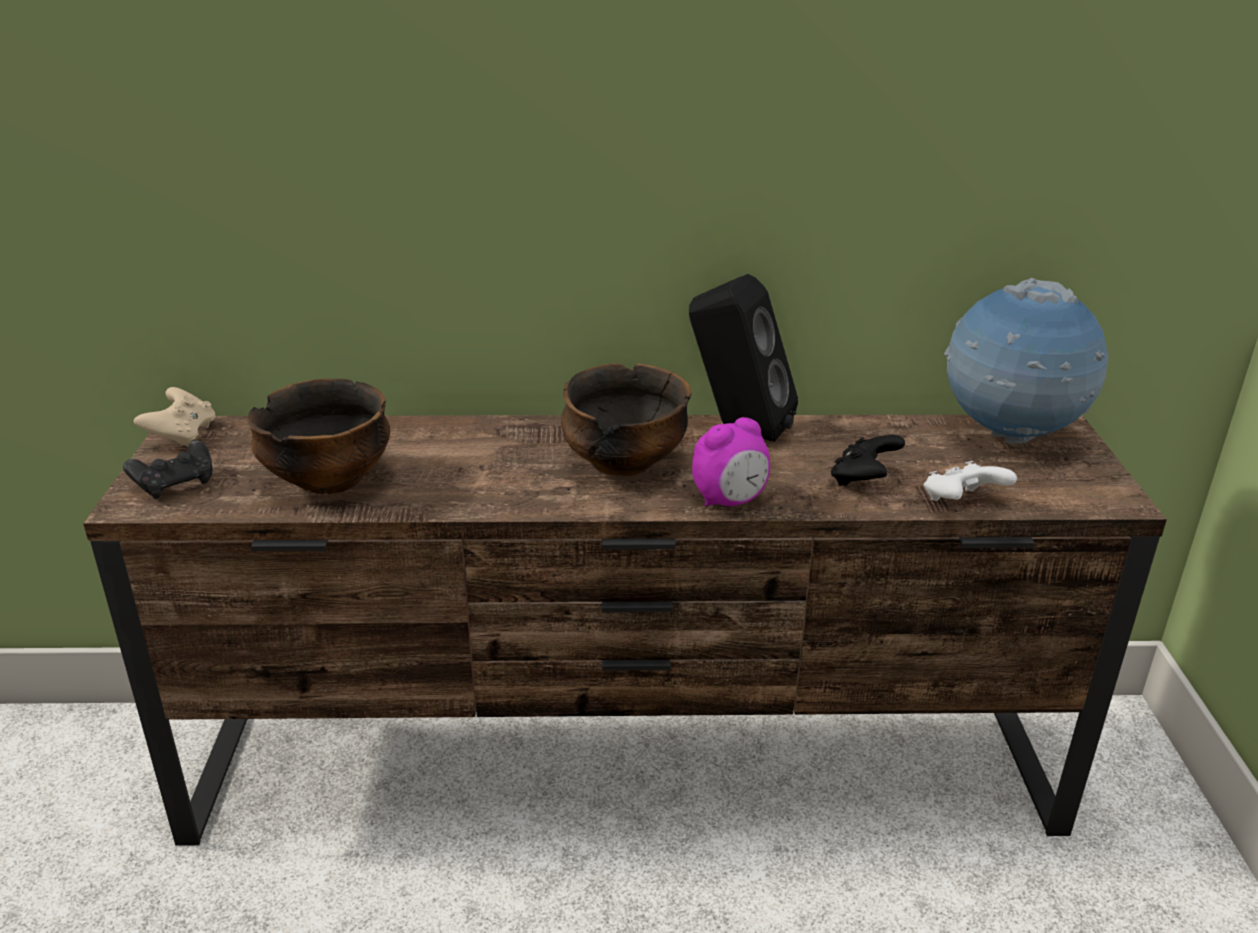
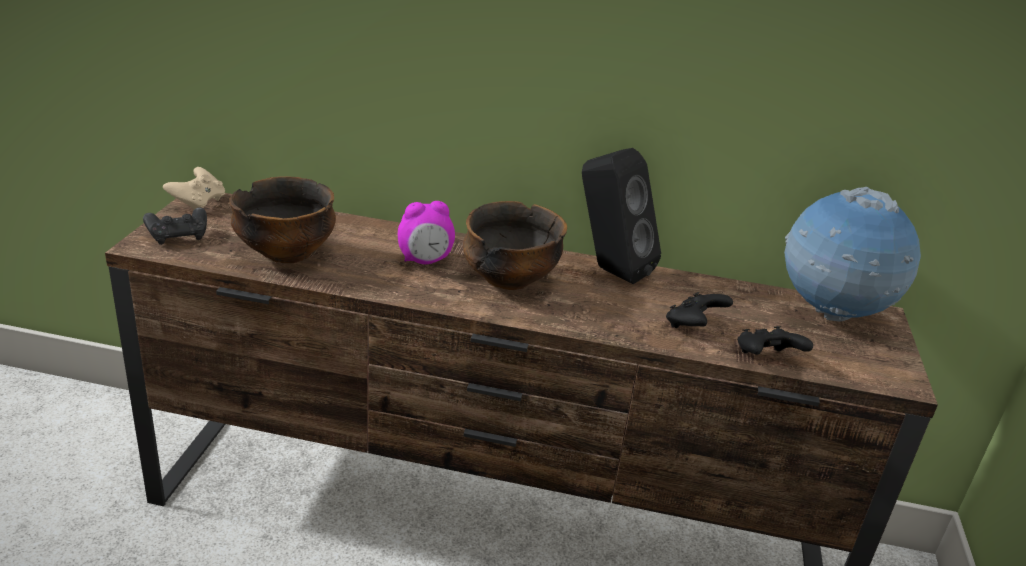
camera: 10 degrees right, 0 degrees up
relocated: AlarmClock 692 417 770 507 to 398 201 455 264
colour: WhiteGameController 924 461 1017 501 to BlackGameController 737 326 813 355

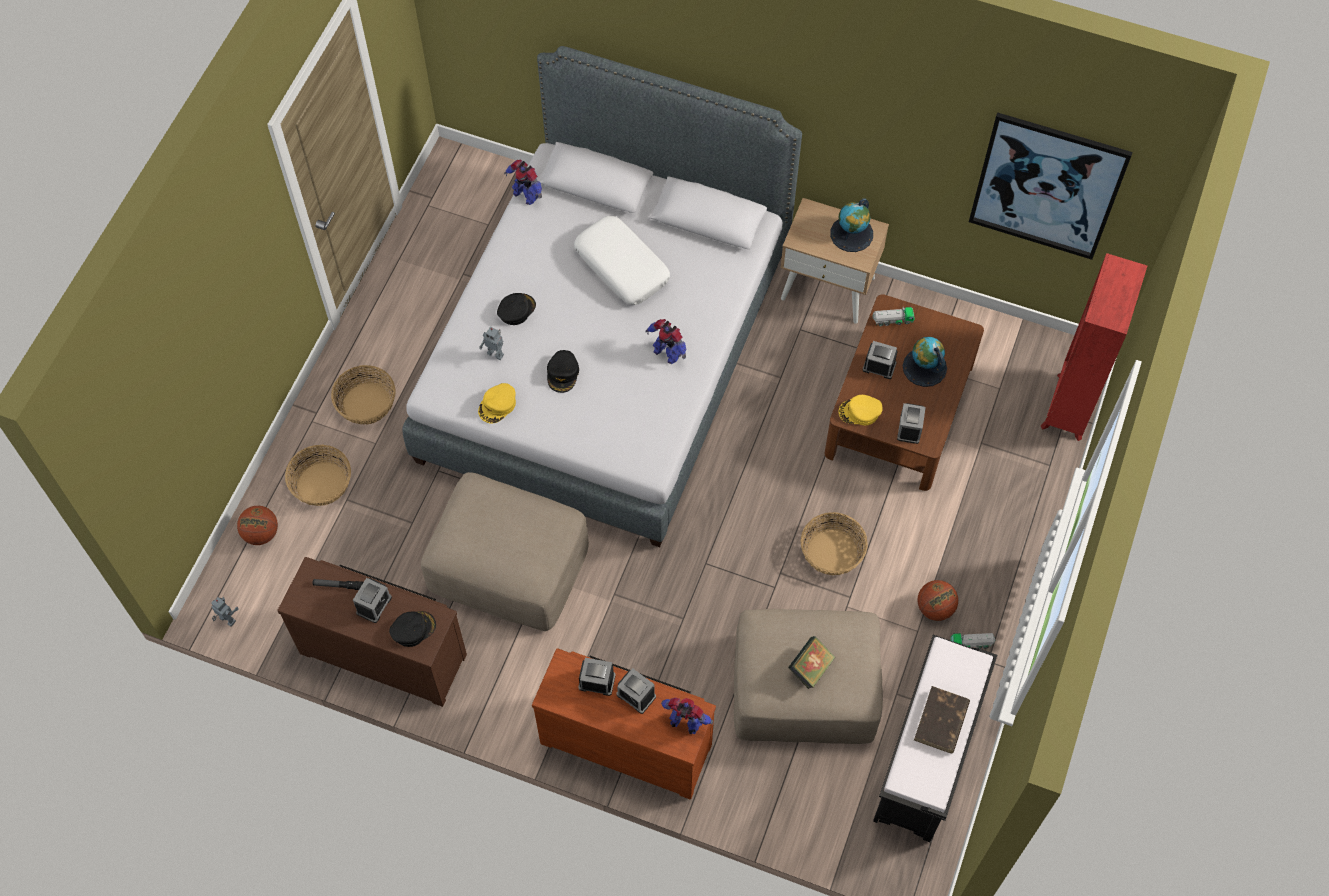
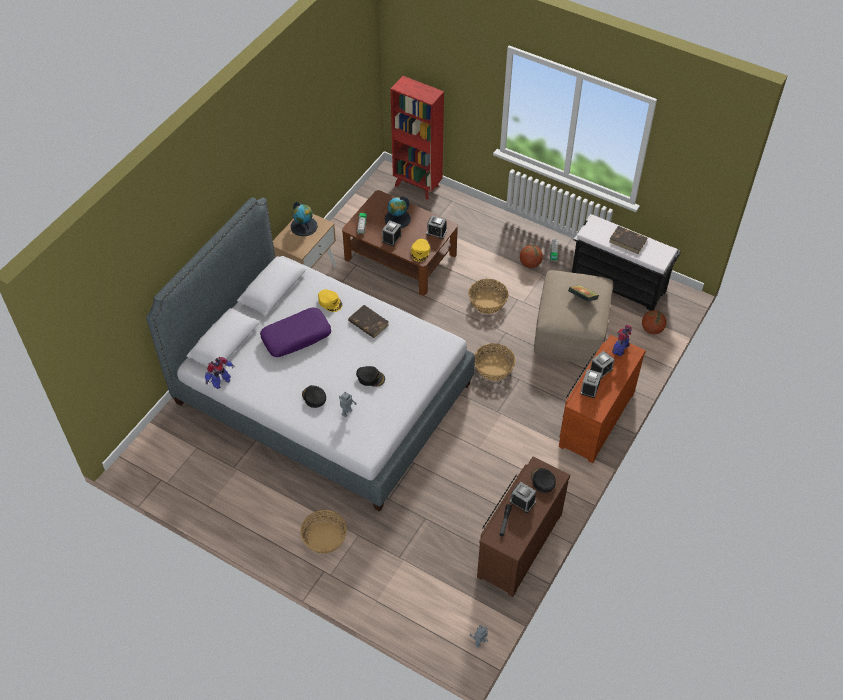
camera: 80 degrees left, 10 degrees down
missing: BeigeOttoman 421 472 589 631; Picture 969 112 1133 260
relocated: Basketball 237 506 278 545 to 642 310 666 334; Basket 285 445 351 506 to 475 343 516 381; YellowCap 478 383 516 424 to 318 289 342 312
exchanged: ToyRobot 645 319 686 364 to BrownBook 348 305 389 338
colour: WhitePillow 574 216 670 305 to PurplePillow 260 307 331 357

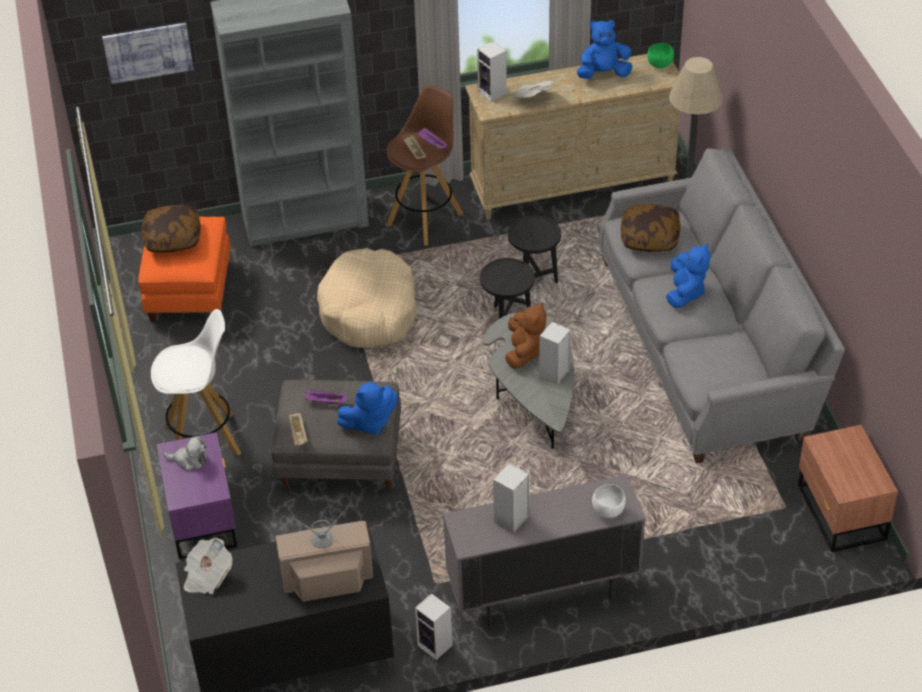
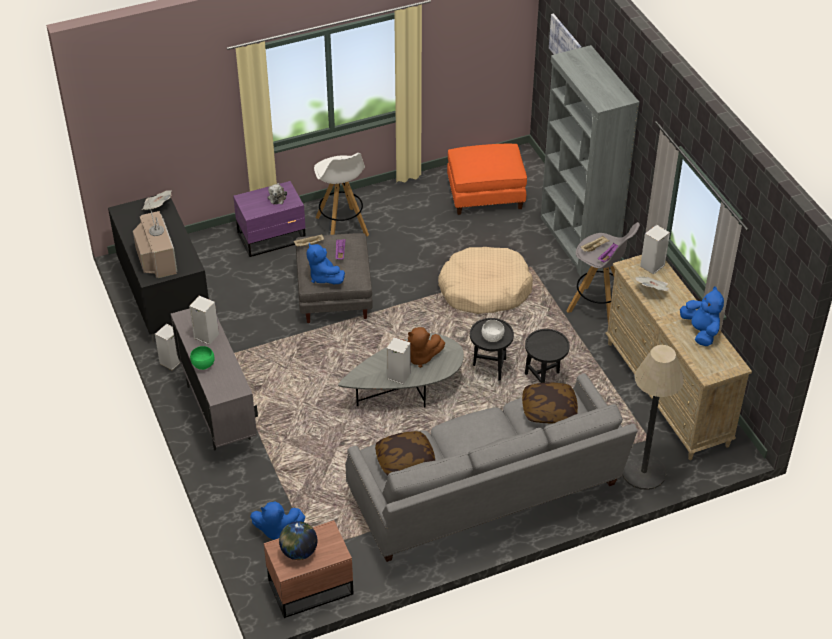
camera: 80 degrees right, 0 degrees up
appeared: Globe 279 521 317 560
relocated: Pillow 142 205 201 253 to 375 431 435 475; WhiteBowl 592 484 626 518 to 482 320 504 342; GreenBowl 647 43 674 68 to 190 346 215 370; BluePlushToy 666 243 710 308 to 250 501 305 540
colour: BrownStool 386 85 463 246 to GreyStool 566 222 640 323

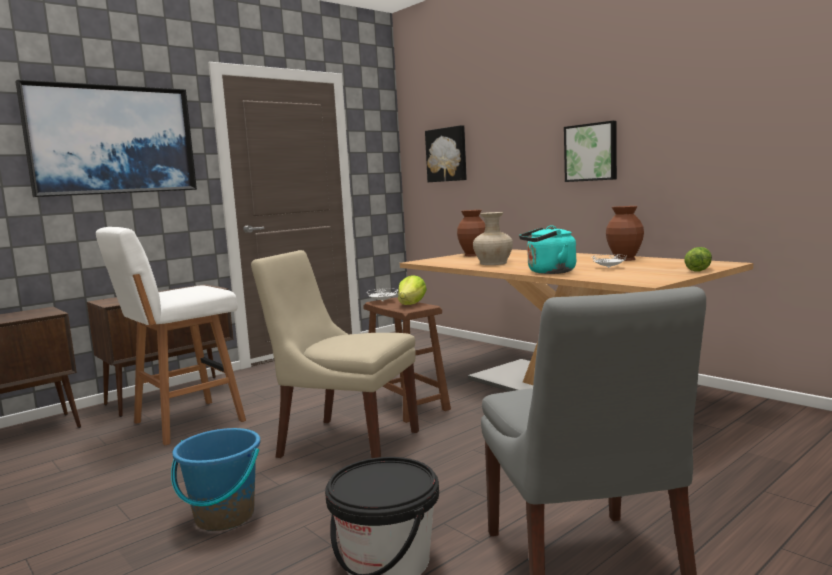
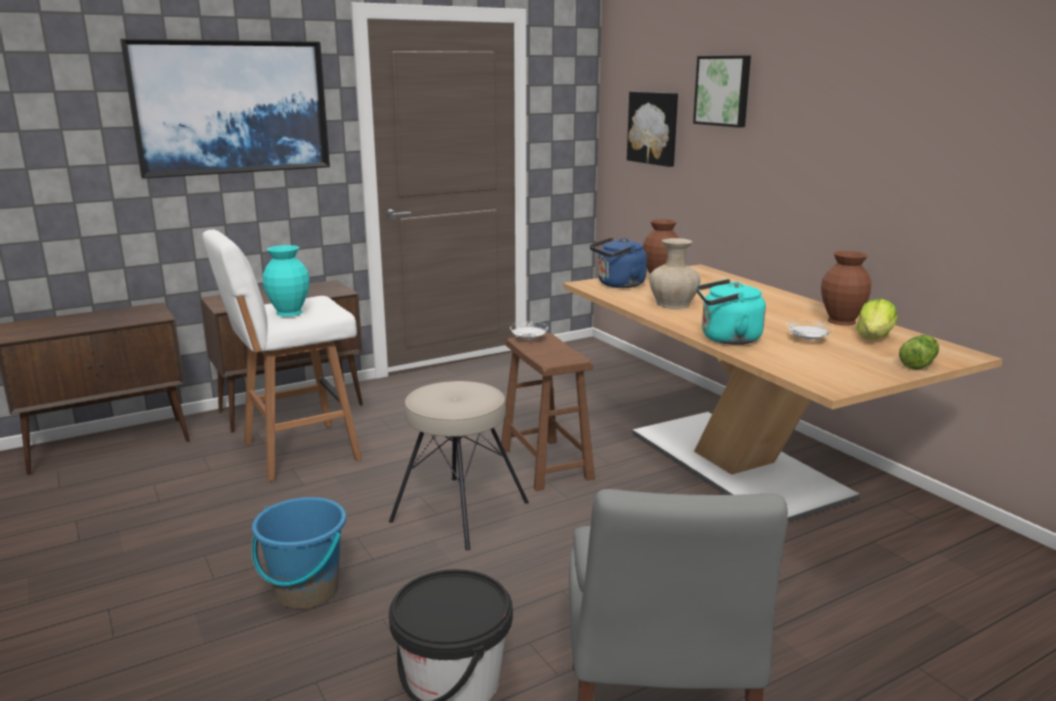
camera: 10 degrees right, 10 degrees up
appeared: TurquoiseVase 263 245 310 317; BlueKettle 590 237 647 288
relocated: Lettuce 398 275 427 305 to 856 299 898 339; Picture 564 121 617 182 to 693 56 751 128
exchanged: BeigeChair 251 250 419 458 to BeigeStool 389 381 529 550

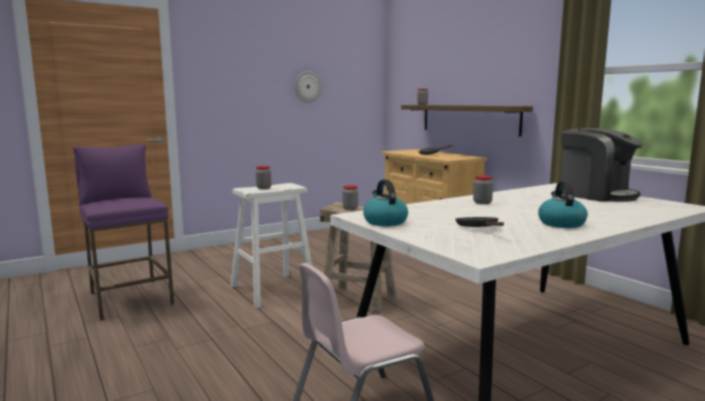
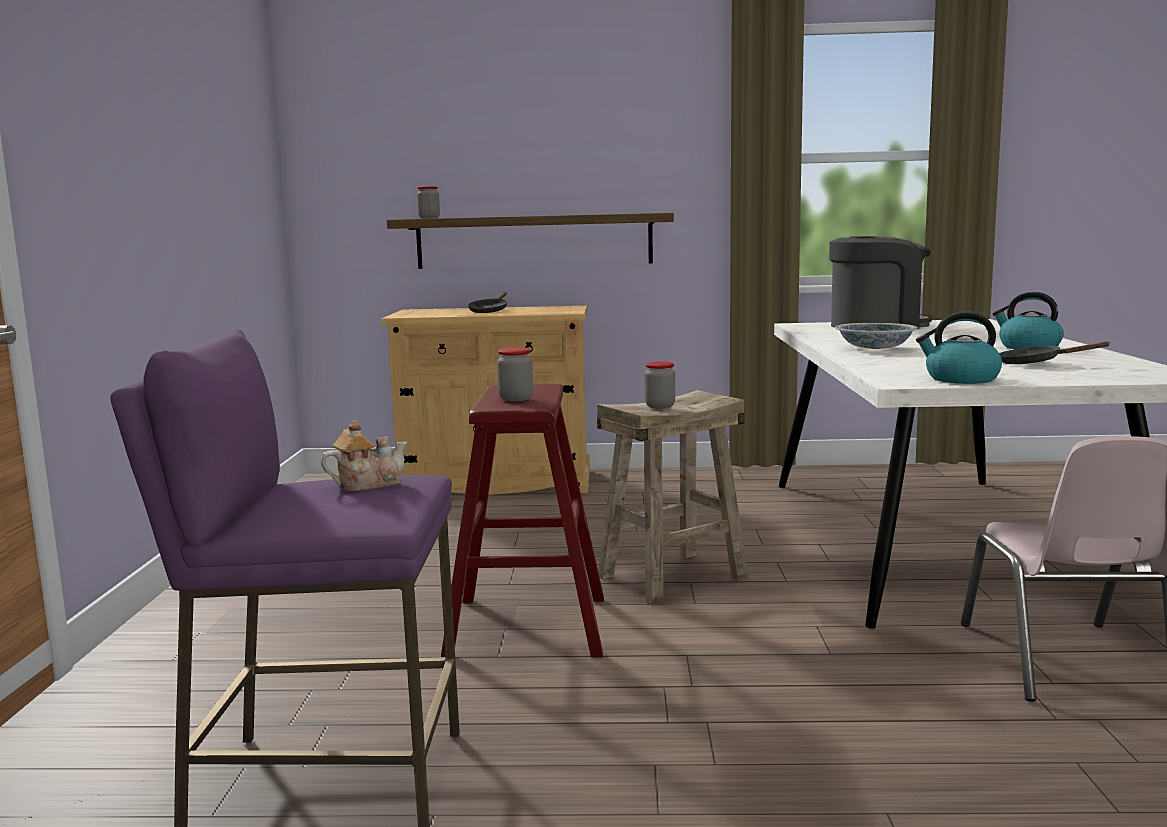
camera: 55 degrees left, 0 degrees up
missing: WallClock 295 71 322 103
appeared: Teapot 321 420 408 491
exchanged: Jar 473 175 493 204 to Bowl 835 323 918 349
colour: WhiteStool 230 183 313 308 to RedStool 441 384 604 658

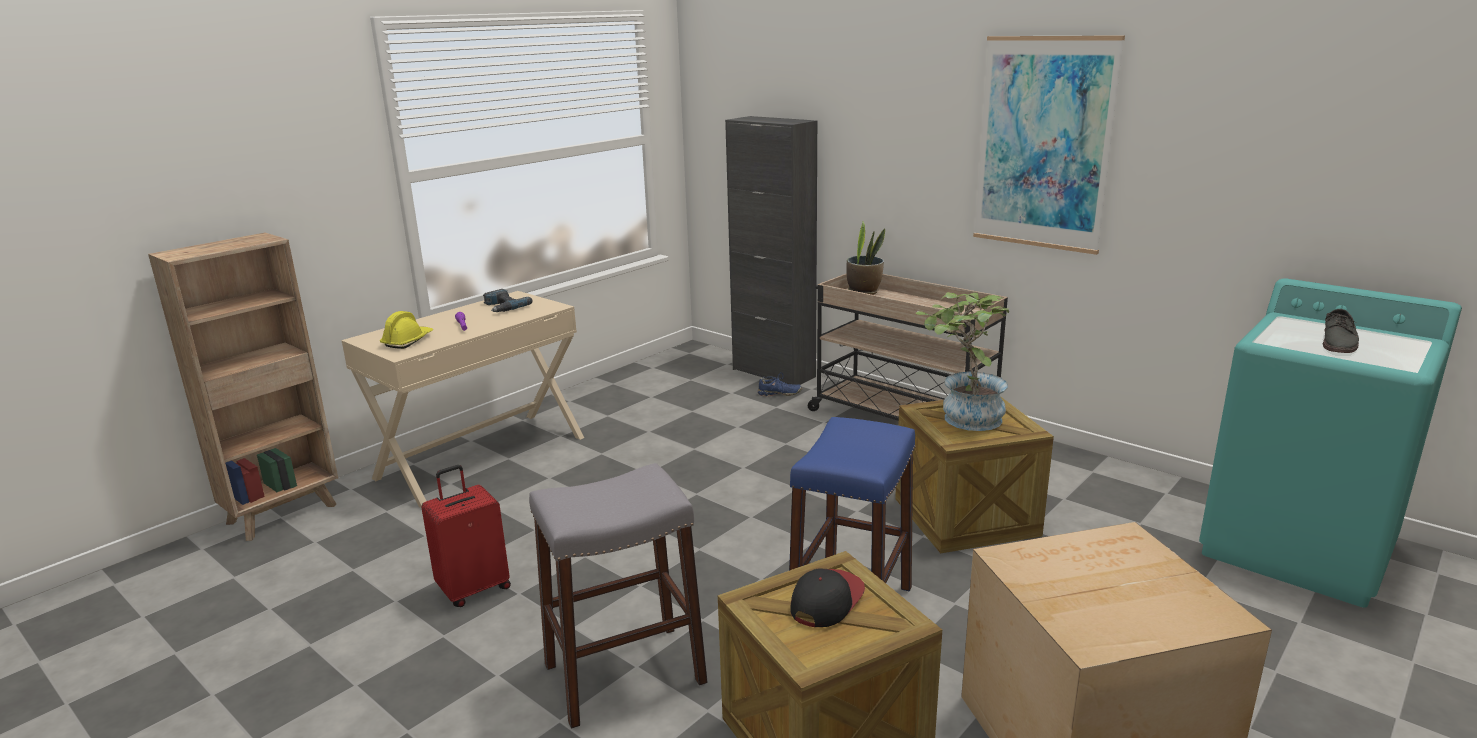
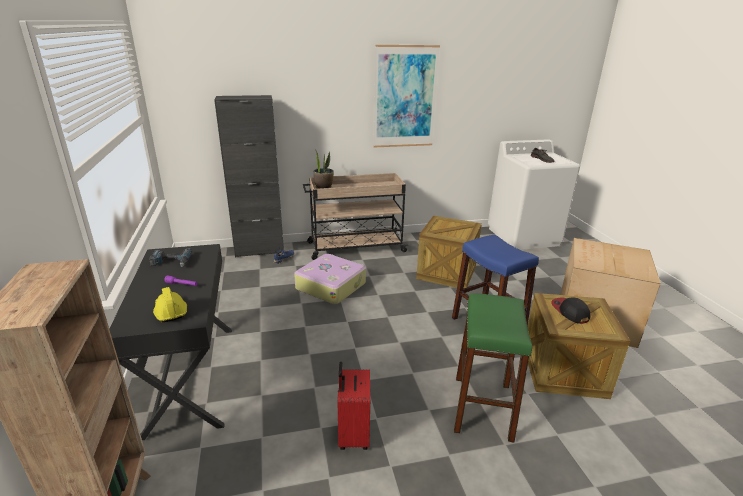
camera: 55 degrees left, 5 degrees up
missing: PottedPlant 916 292 1009 431
appeared: Suitcase 294 254 366 304
colour: BeigeDesk 341 291 584 508 to BlackDesk 109 244 232 440; GreyStool 529 463 708 729 to GreenStool 454 293 532 443; TurquoiseWashingMachine 1199 279 1462 608 to WhiteWashingMachine 488 139 580 250

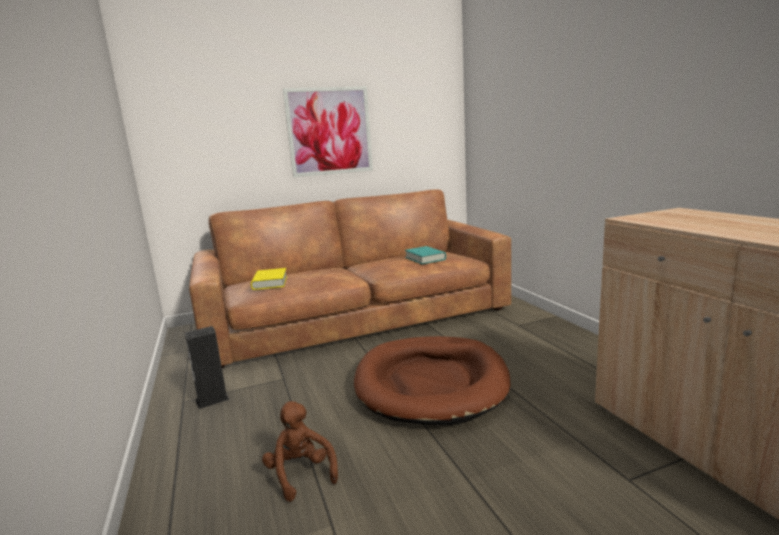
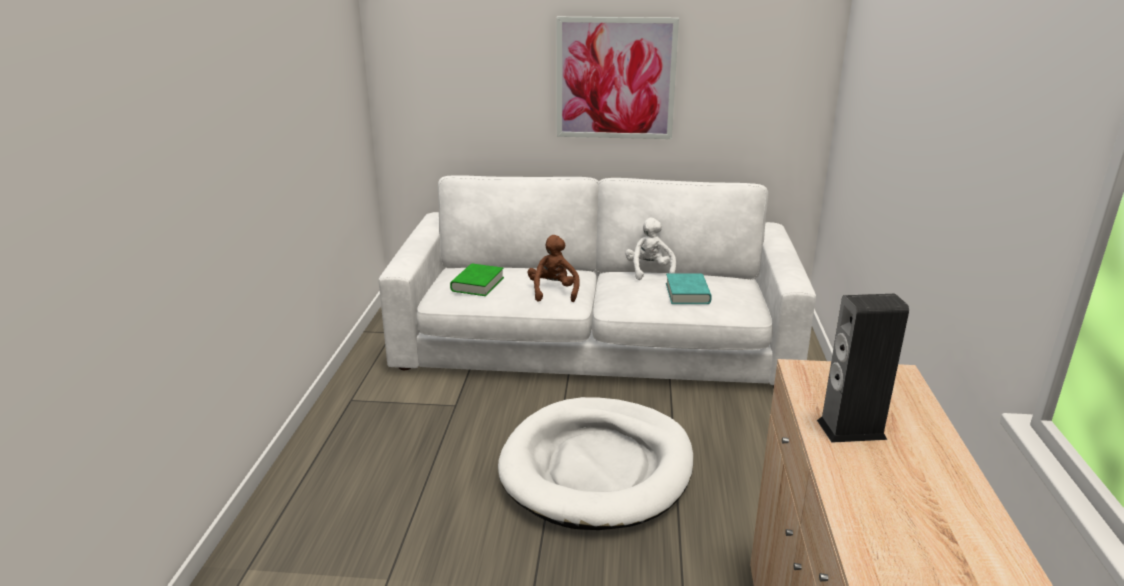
camera: 25 degrees right, 10 degrees up
appeared: WhitePlushToy 625 218 676 280
relocated: Speaker 185 326 230 409 to 817 293 909 443; BrownPlushToy 262 401 338 502 to 528 235 580 302
colour: BrownSofa 189 189 511 368 to WhiteSofa 379 175 816 385; YellowBook 251 268 287 290 to GreenBook 450 264 504 296; BrownDogBed 354 336 511 425 to WhiteDogBed 498 397 693 530

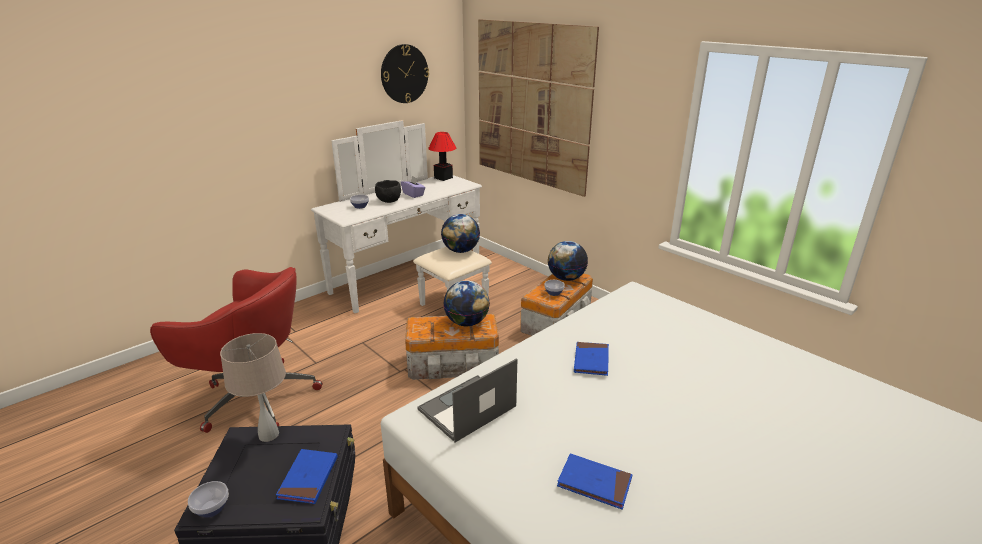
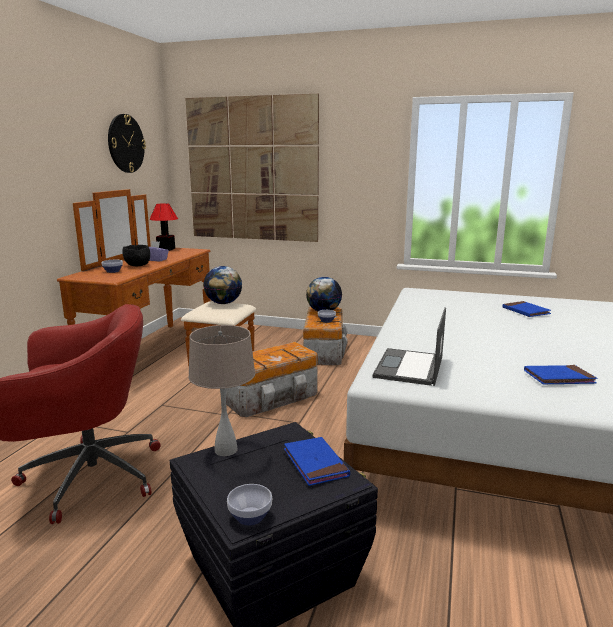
camera: 30 degrees left, 10 degrees down
missing: Globe 444 280 490 326
relocated: BlueBook 574 342 609 376 to 503 301 551 317
colour: WhiteDresser 311 120 492 313 to BrownDresser 57 189 256 367

